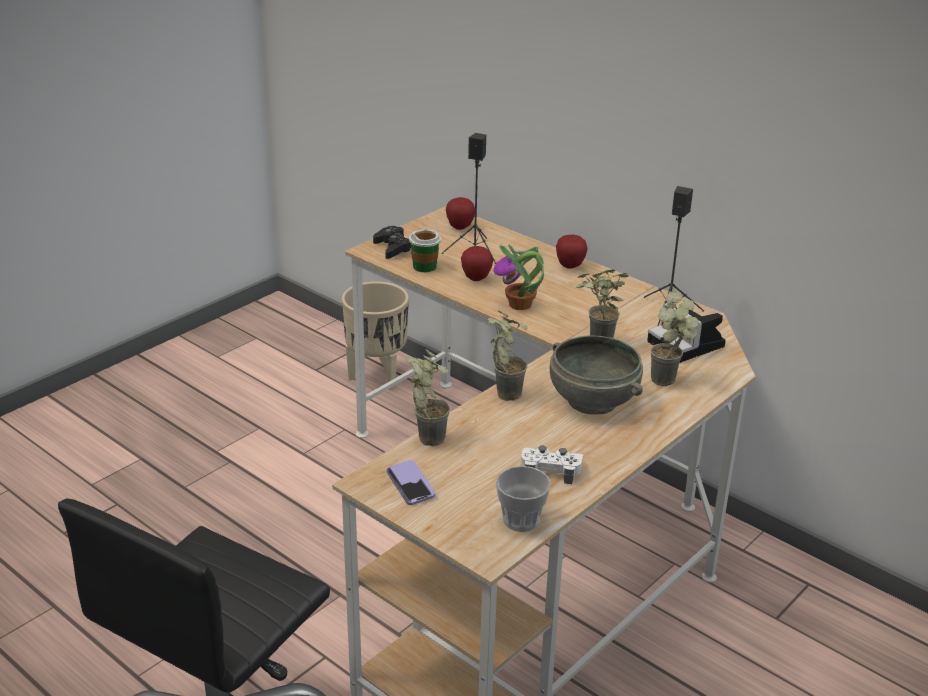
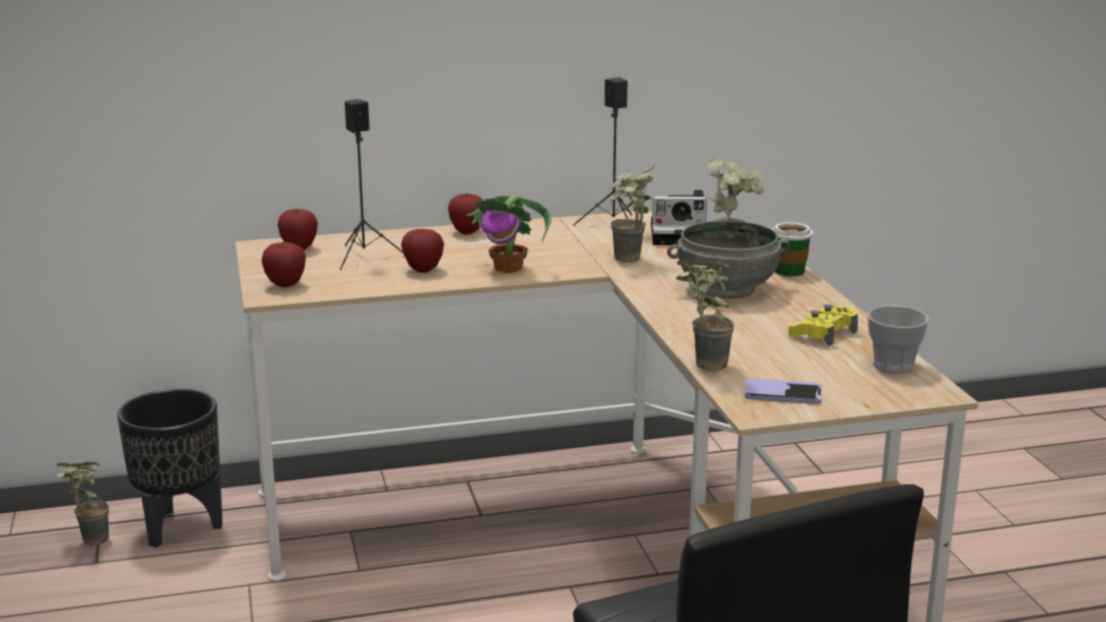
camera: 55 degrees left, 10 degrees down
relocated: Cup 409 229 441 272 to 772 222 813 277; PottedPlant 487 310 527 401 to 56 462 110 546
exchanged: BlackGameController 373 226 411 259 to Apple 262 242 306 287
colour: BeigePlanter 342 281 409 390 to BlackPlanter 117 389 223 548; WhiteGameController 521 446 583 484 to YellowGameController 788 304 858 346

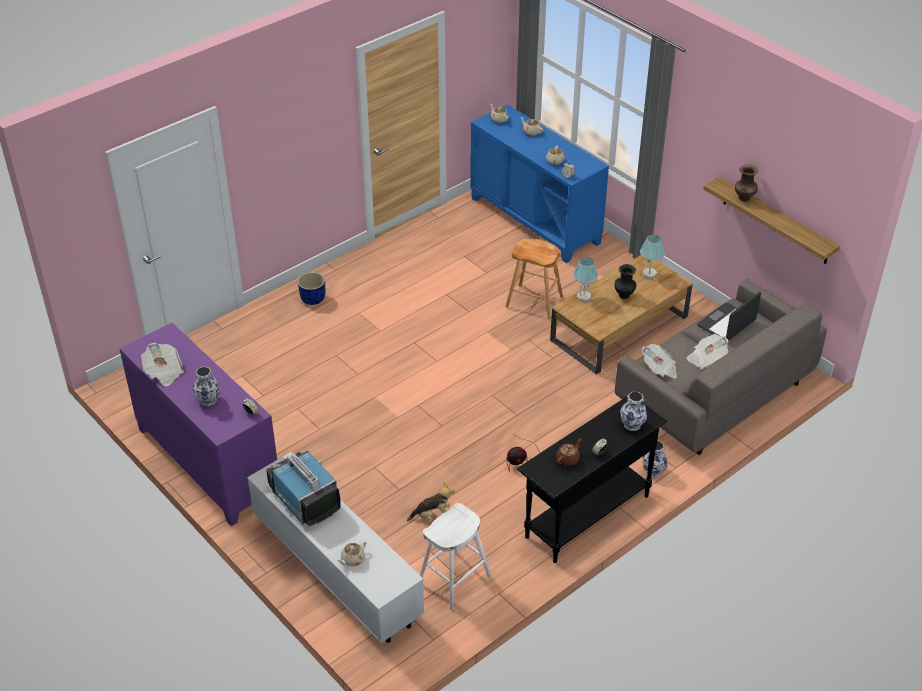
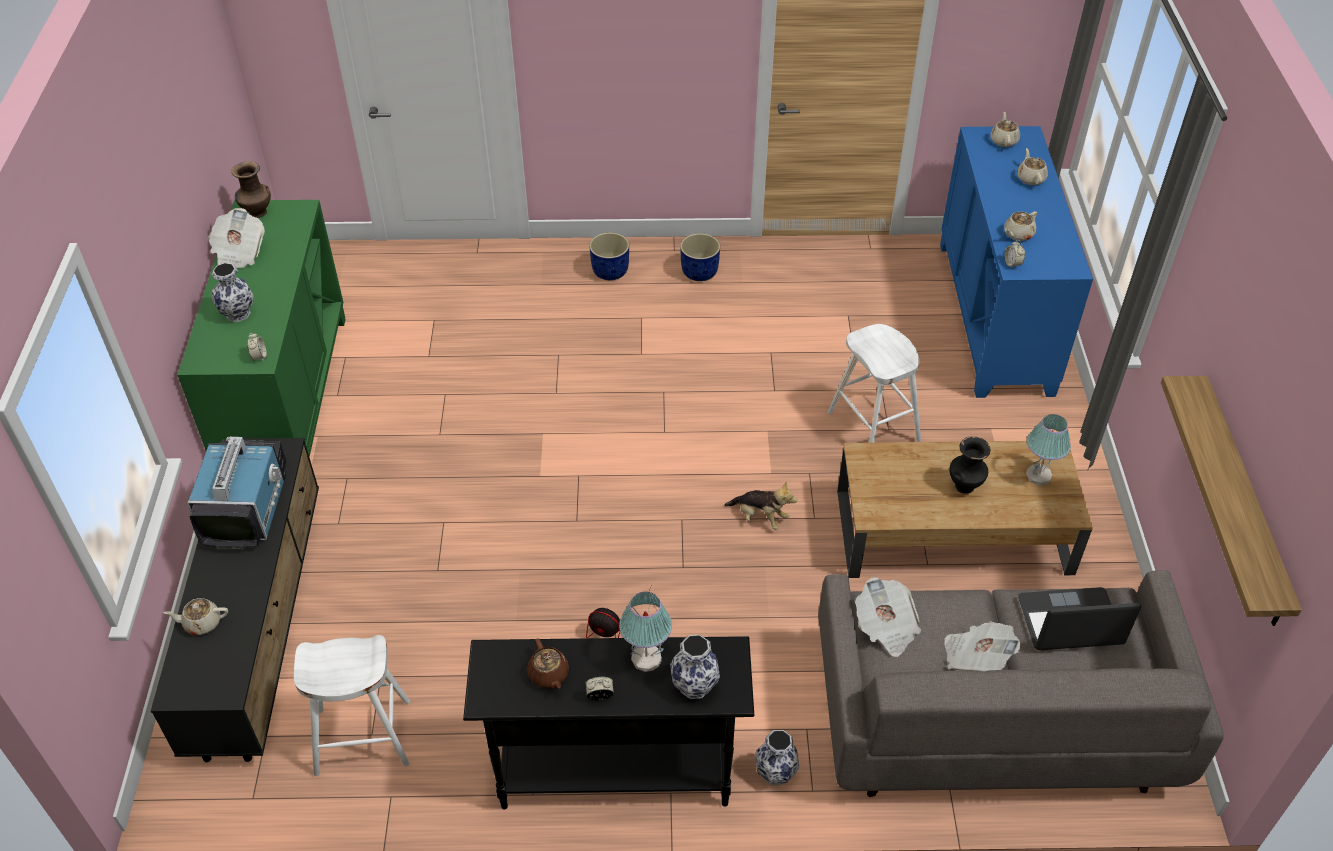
camera: 40 degrees right, 5 degrees up
appeared: BluePlanter 680 233 720 281
relocated: PlushToy 407 482 455 521 to 724 481 797 530; TableLamp 573 257 598 302 to 619 592 672 672; BrownVase 735 165 758 202 to 231 161 271 218
colour: PurpleCabinet 120 323 277 526 to GreenCabinet 177 200 346 457; WhiteTvStand 247 452 425 643 to BlackTvStand 151 438 319 762; BrownStool 506 239 563 319 to WhiteStool 828 324 921 443
spun: BrownTeapot 556 438 581 466 = 527 638 569 689 75 degrees clockwise

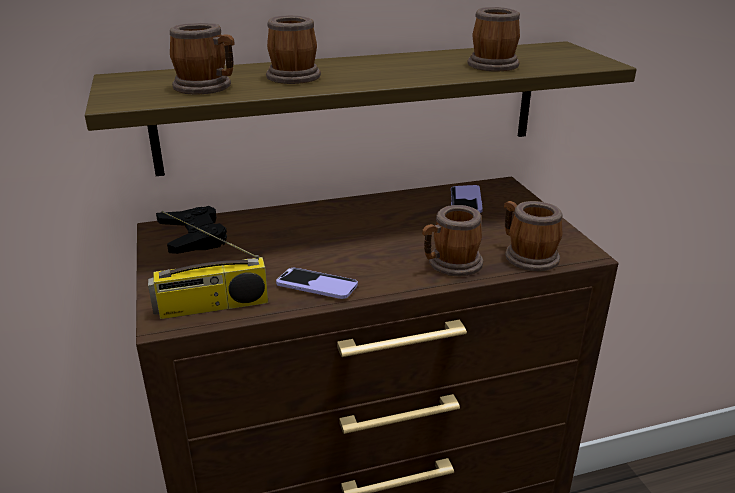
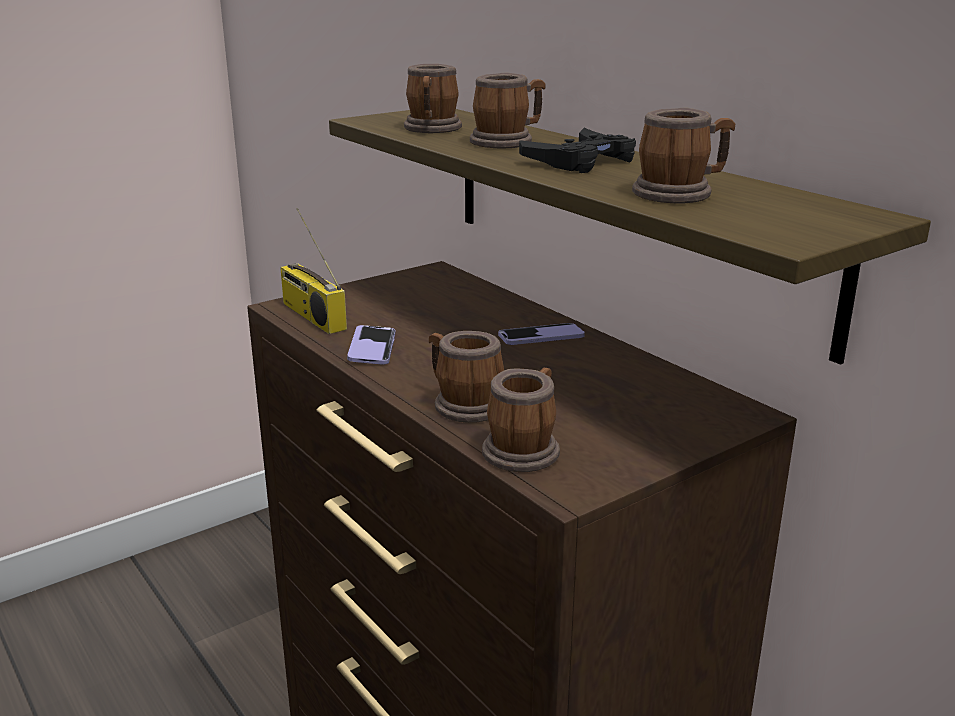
camera: 70 degrees right, 5 degrees down
relocated: BlackGameController 156 206 227 254 to 519 128 636 173; Phone 451 185 483 213 to 498 323 585 345

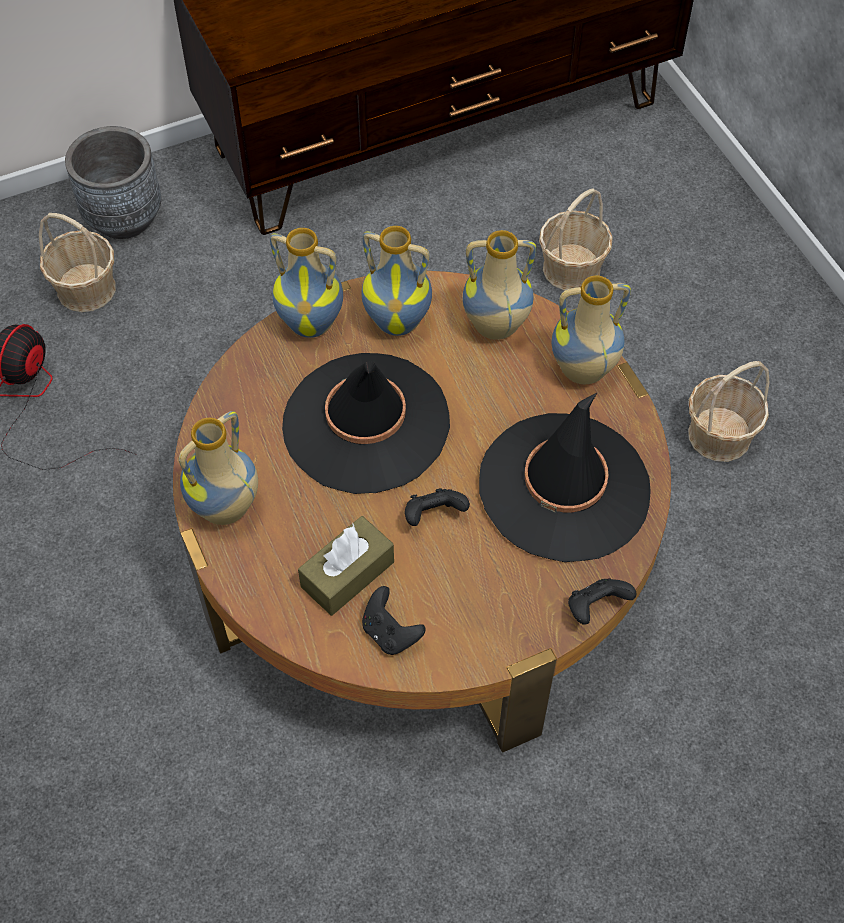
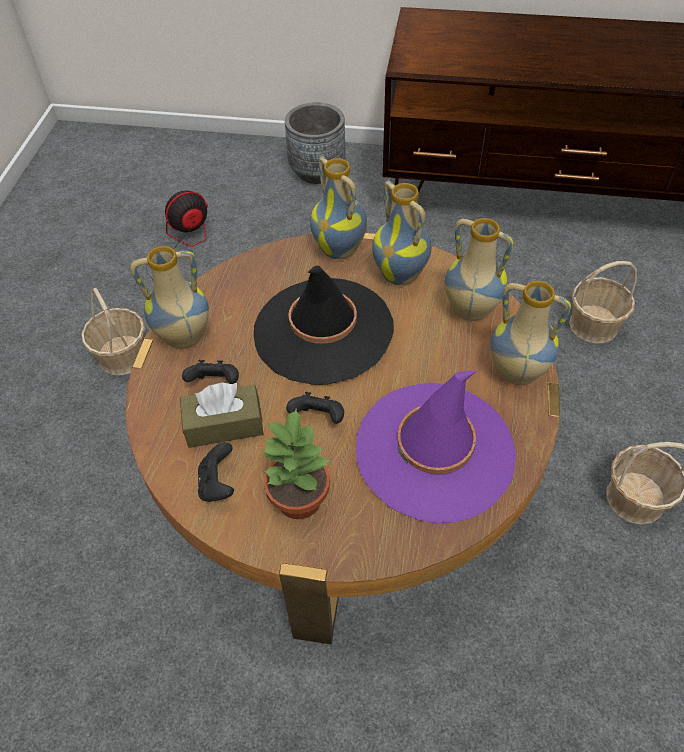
camera: 35 degrees right, 5 degrees down
appeared: PottedPlant 262 408 332 519
relocated: Basket 39 213 116 312 to 82 288 145 375; BlackGameController 568 578 636 625 to 182 360 239 384
colour: BlackHat 479 393 651 562 to PurpleHat 356 370 516 523

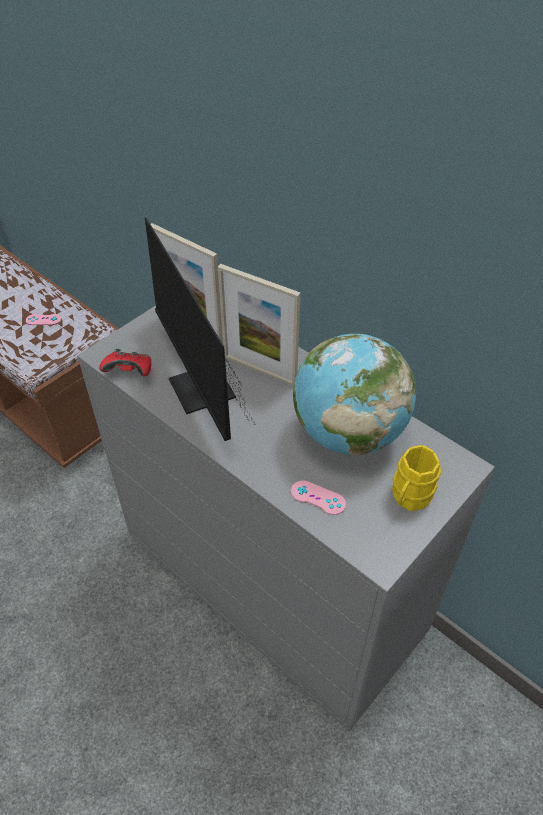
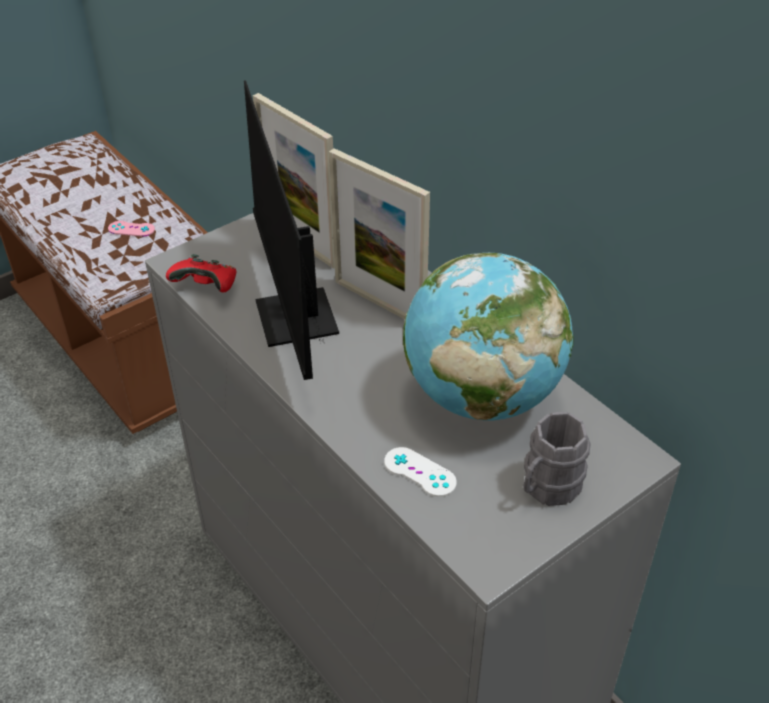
camera: 10 degrees right, 5 degrees down
colour: PinkGameController 291 481 346 515 to WhiteGameController 384 447 457 497; YellowMug 392 445 441 511 to GreyMug 524 412 590 506

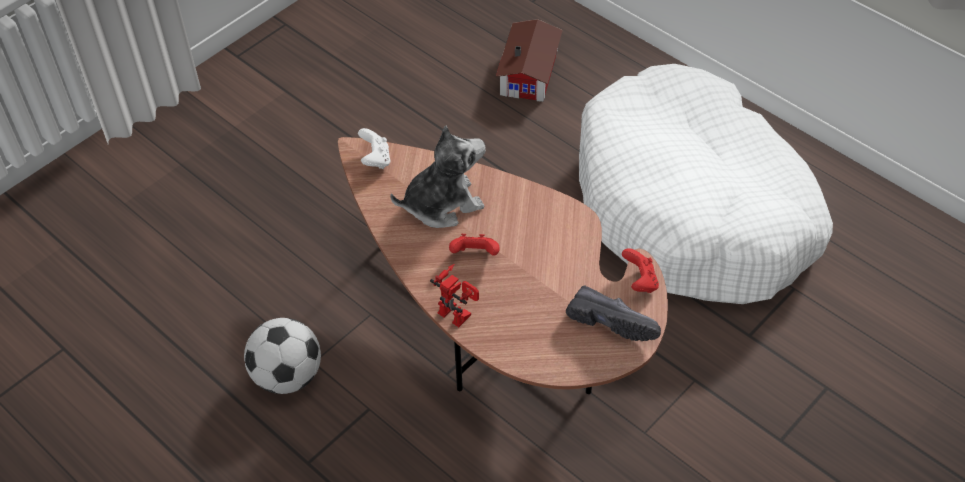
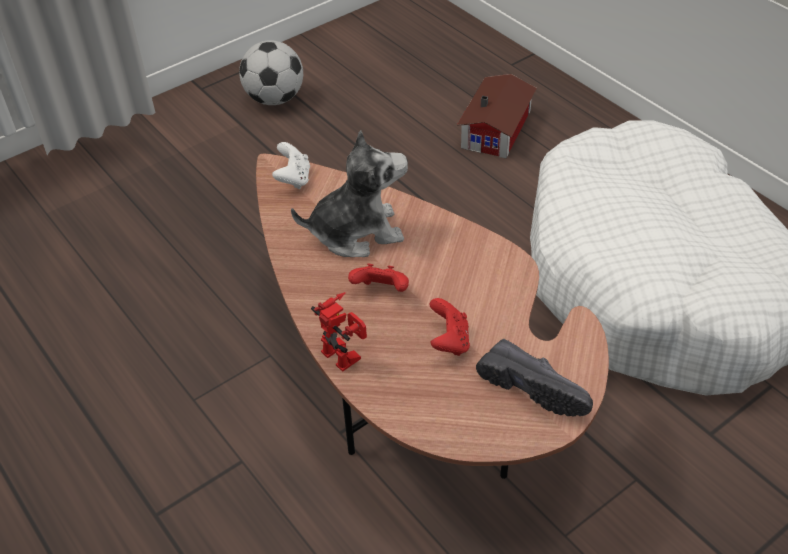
camera: 10 degrees right, 5 degrees down
relocated: Football 244 318 321 394 to 239 40 303 105; RedGameController 622 248 659 293 to 429 298 470 356

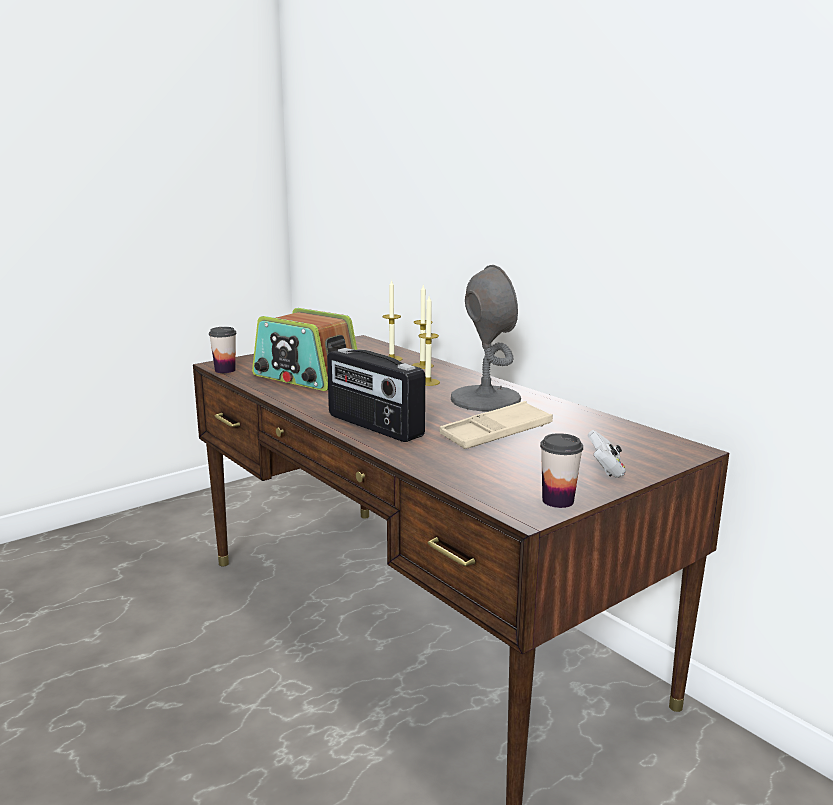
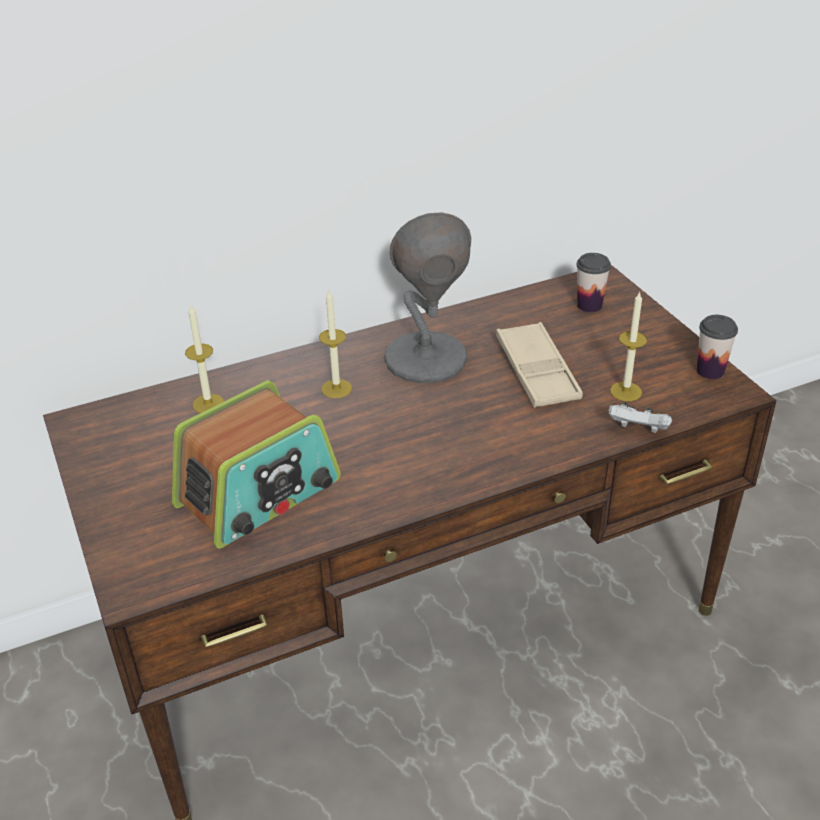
camera: 75 degrees left, 20 degrees up
missing: Radio 327 348 425 442
relocated: Cup 209 327 237 373 to 577 253 611 312; Candle 412 285 434 369 to 610 291 647 401; WhiteGameController 587 430 626 478 to 609 402 672 433

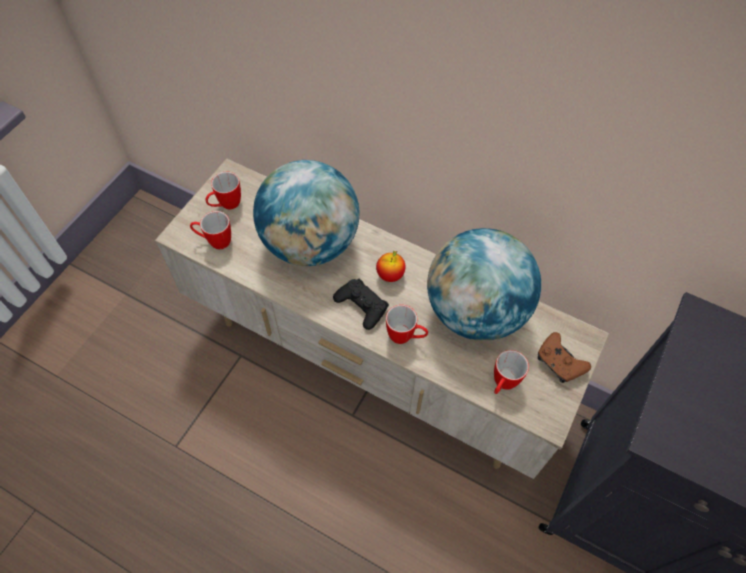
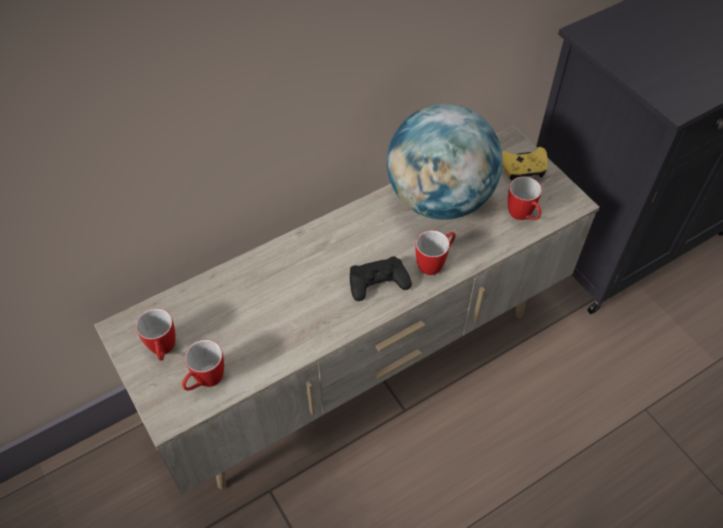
camera: 60 degrees left, 5 degrees down
missing: Globe 253 160 360 266; Apple 376 250 406 282
colour: BrownGameController 538 332 591 383 to YellowGameController 502 147 548 181

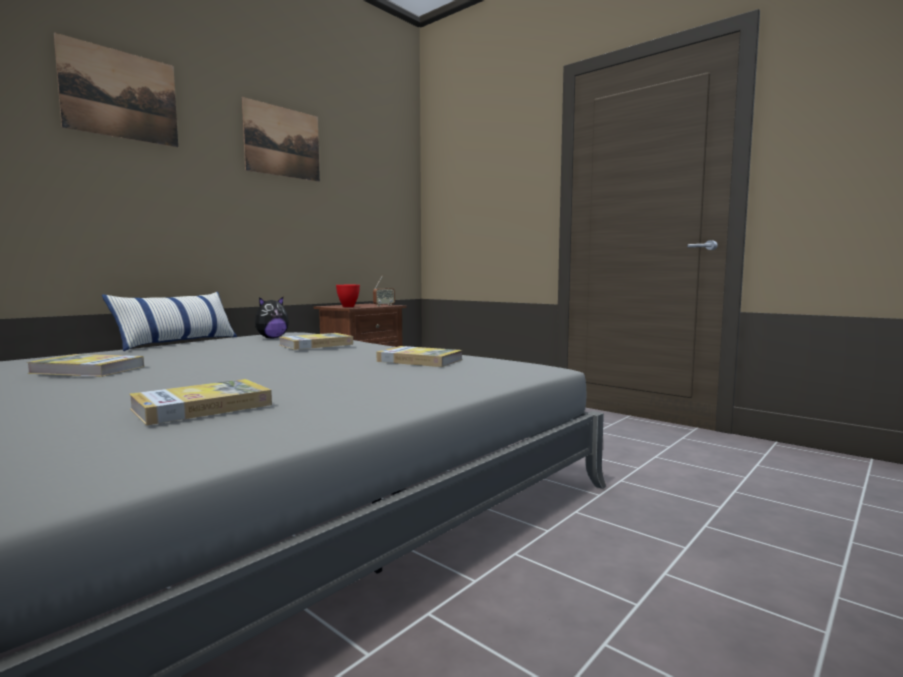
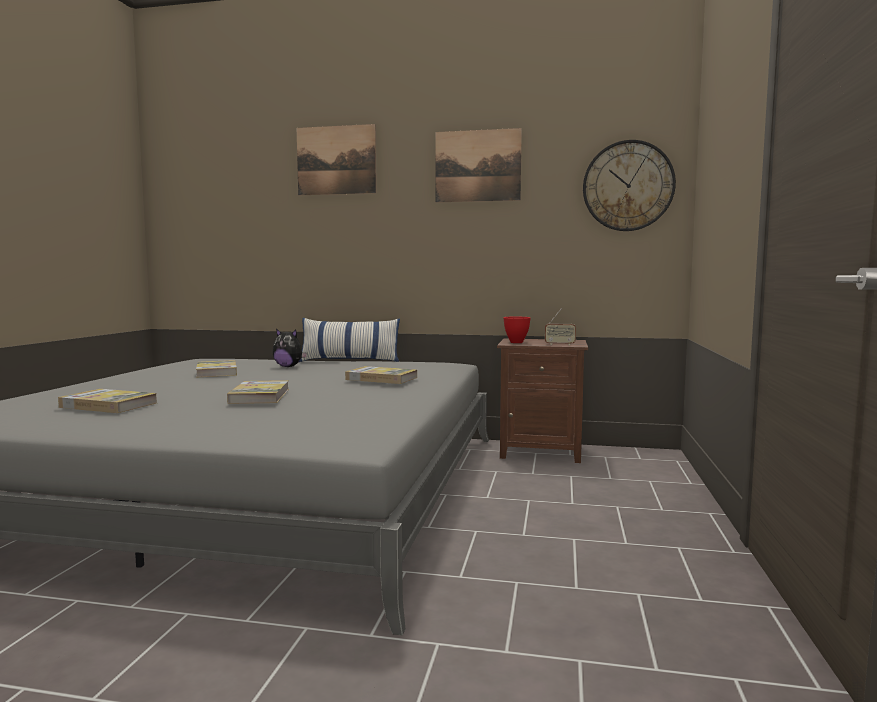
camera: 60 degrees right, 0 degrees up
appeared: WallClock 583 140 676 231
relocated: PlushToy 255 297 289 339 to 272 329 308 367; Book 377 346 462 367 to 227 380 289 404

